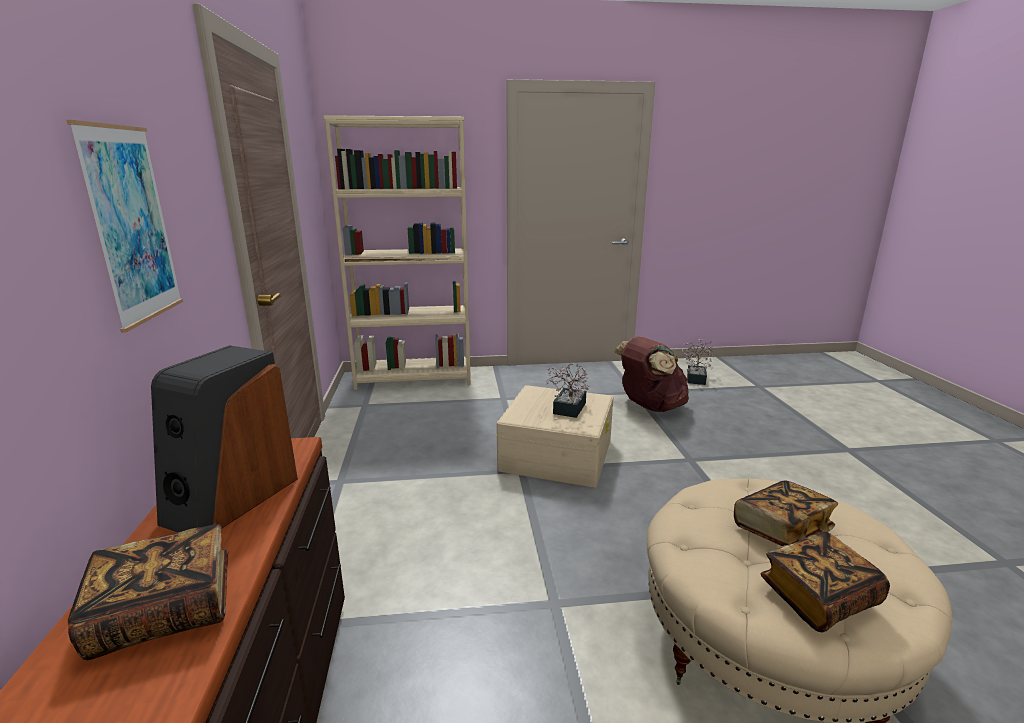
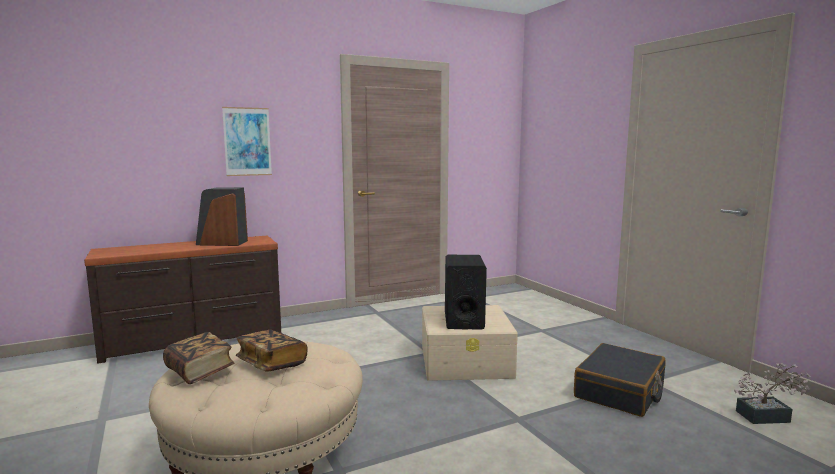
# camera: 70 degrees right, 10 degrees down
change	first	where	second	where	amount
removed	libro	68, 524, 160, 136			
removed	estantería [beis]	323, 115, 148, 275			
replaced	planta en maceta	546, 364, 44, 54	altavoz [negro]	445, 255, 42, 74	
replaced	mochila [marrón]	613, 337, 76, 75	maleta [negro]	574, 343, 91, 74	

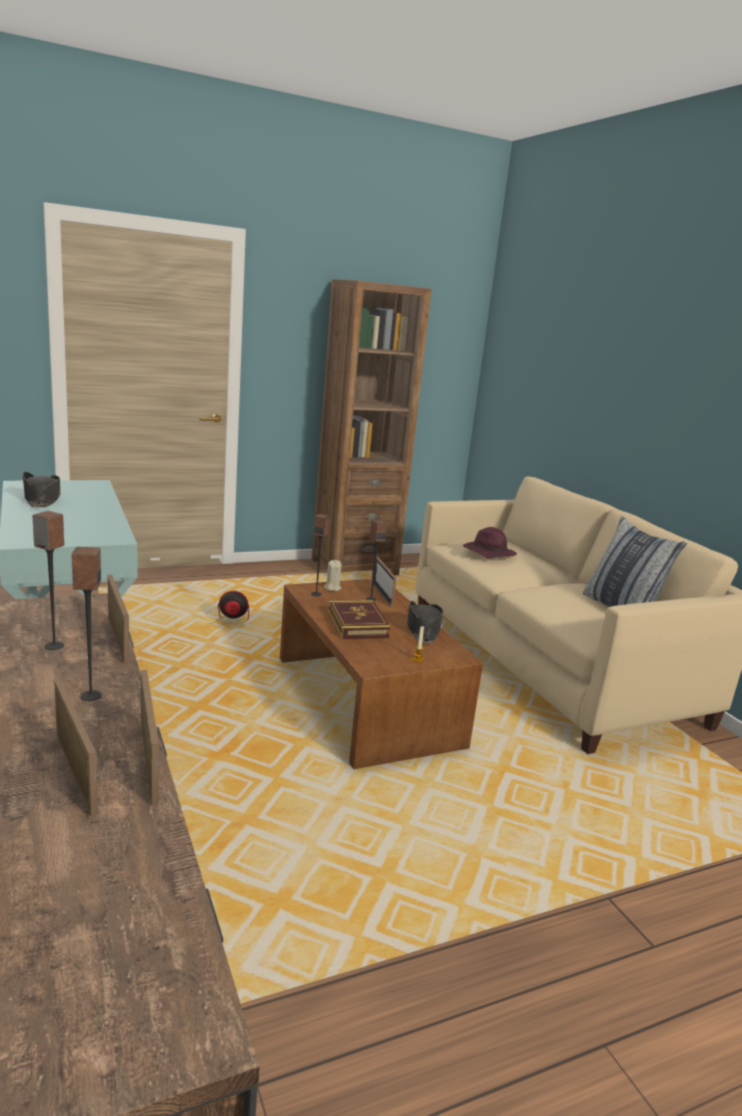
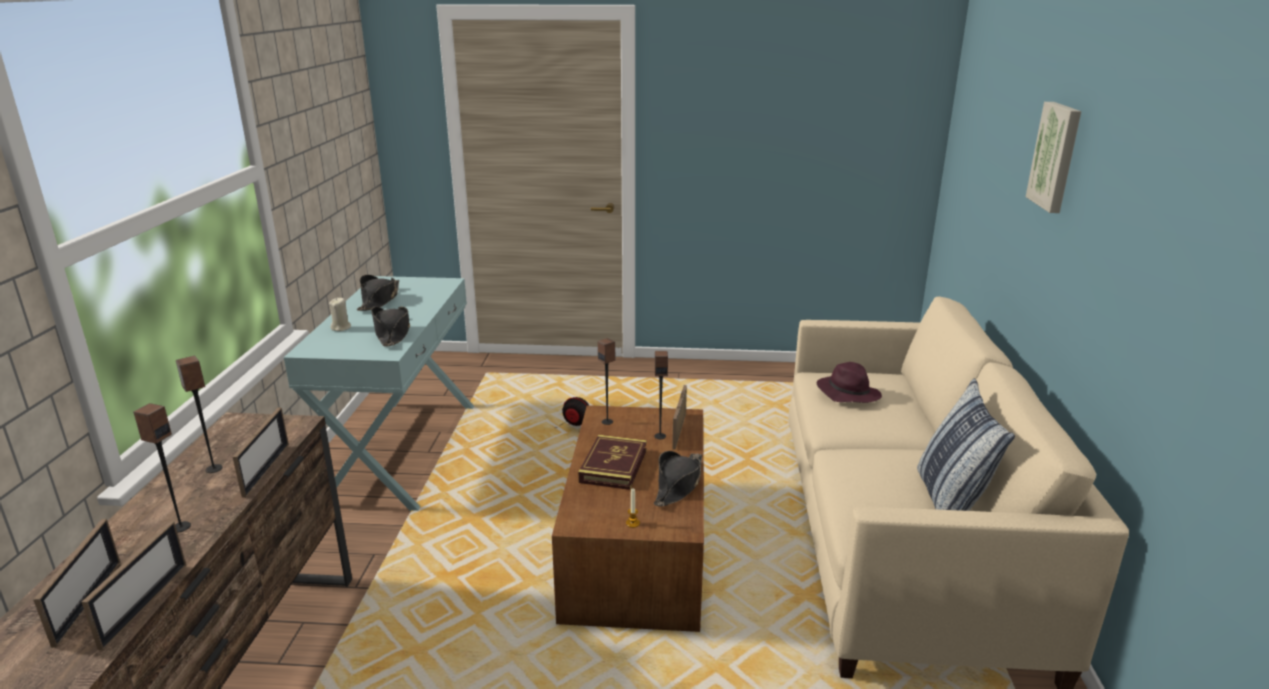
# camera: 30 degrees right, 5 degrees up
change	first	where	second	where	amount
removed	estantería [marrón]	312, 279, 120, 296			
moved	vela [beis]	324, 560, 18, 31		329, 298, 22, 33	
added			sombrero [negro]	371, 307, 39, 40	
added			cuadro	1026, 102, 55, 111	

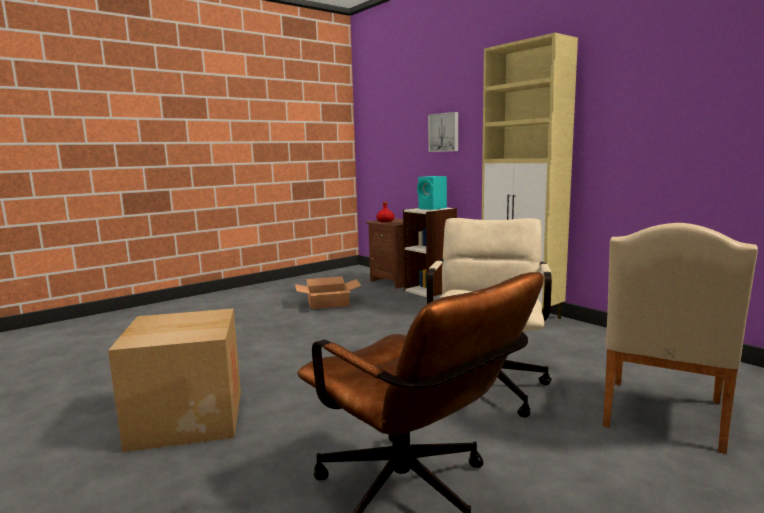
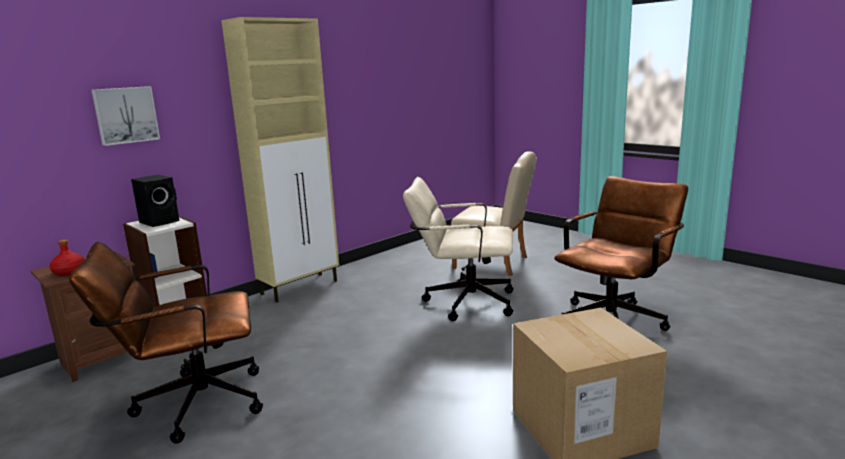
# camera: 95 degrees left, 5 degrees up
change	first	where	second	where	amount
replaced	caja de cartón	295, 276, 66, 33	silla de oficina [marrón]	69, 242, 194, 202	
recoloured	altavoz [turquesa]	417, 176, 30, 34	altavoz [negro]	131, 175, 48, 52	

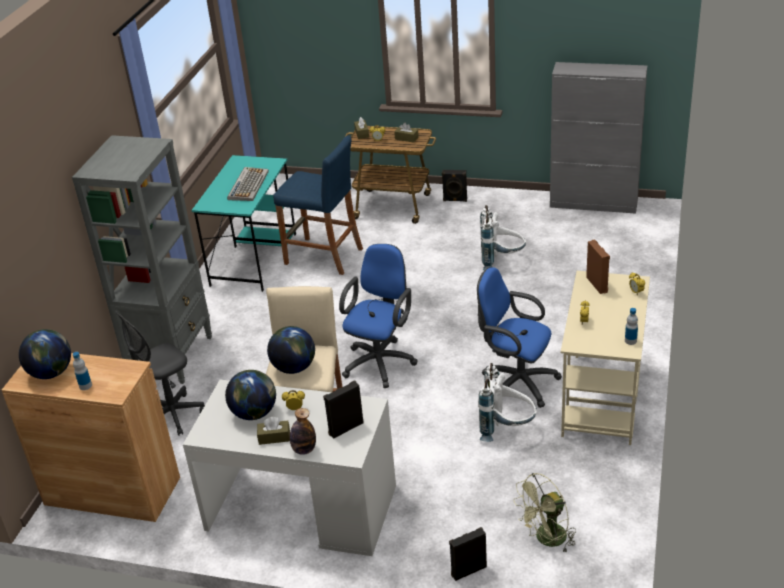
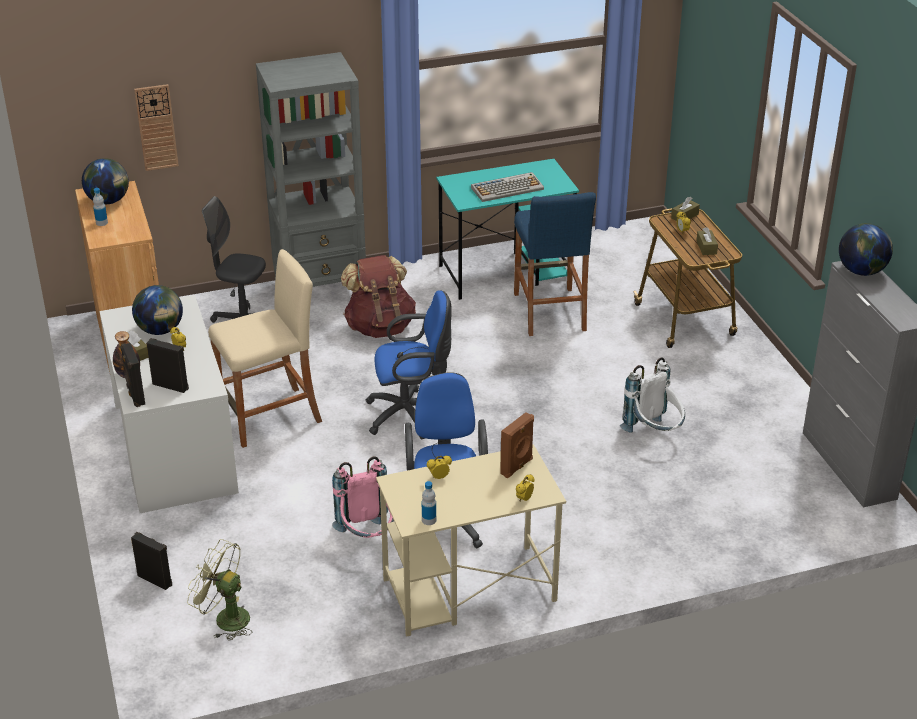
# camera: 55 degrees right, 0 degrees up
change	first	where	second	where	amount
moved	globo terráqueo	267, 326, 48, 48		839, 223, 54, 53	
moved	altavoz [negro]	442, 170, 25, 32		120, 343, 25, 64	
recoloured	mochila [blanco]	478, 363, 59, 79	mochila [rosa]	332, 456, 62, 82	
added			reloj de pared	134, 84, 45, 87	
added			mochila [marrón]	341, 255, 75, 83	

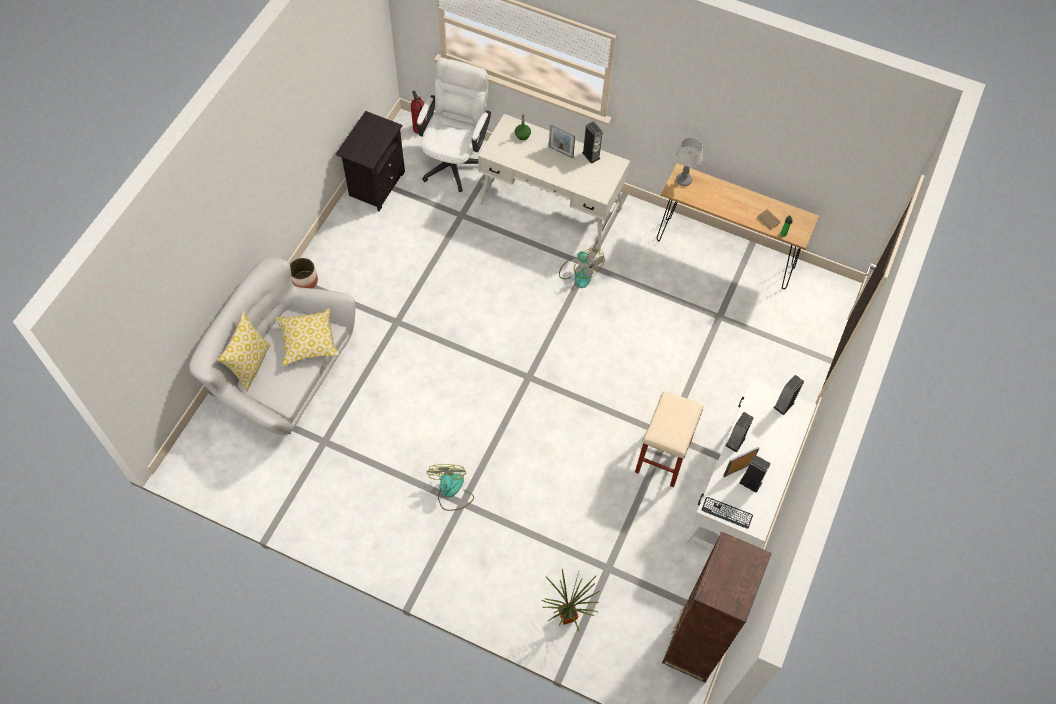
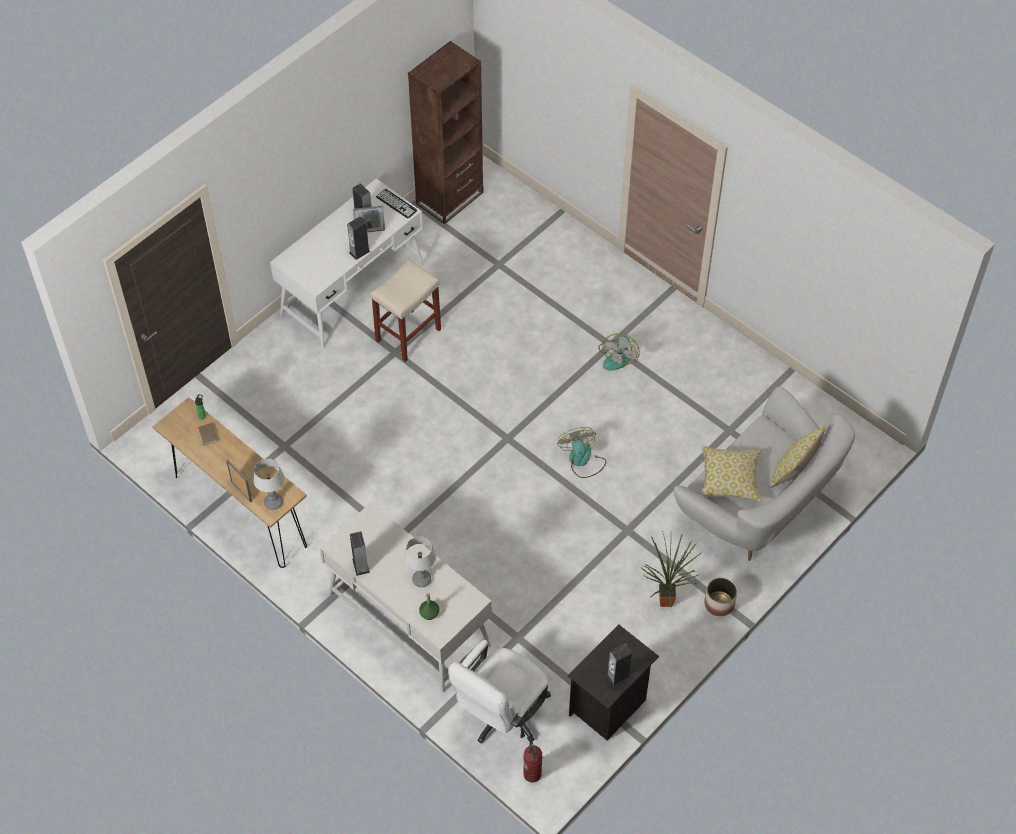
# camera: 160 degrees left, 5 degrees down
change	first	where	second	where	amount
moved	planta en maceta	542, 569, 57, 62		642, 531, 59, 76	
moved	portarretratos	549, 124, 26, 34		226, 459, 26, 43	
moved	ventilador	559, 248, 46, 40		557, 427, 50, 51	
moved	altavoz	773, 375, 31, 40		606, 644, 26, 42	
added			lámpara de mesa	404, 536, 32, 51	

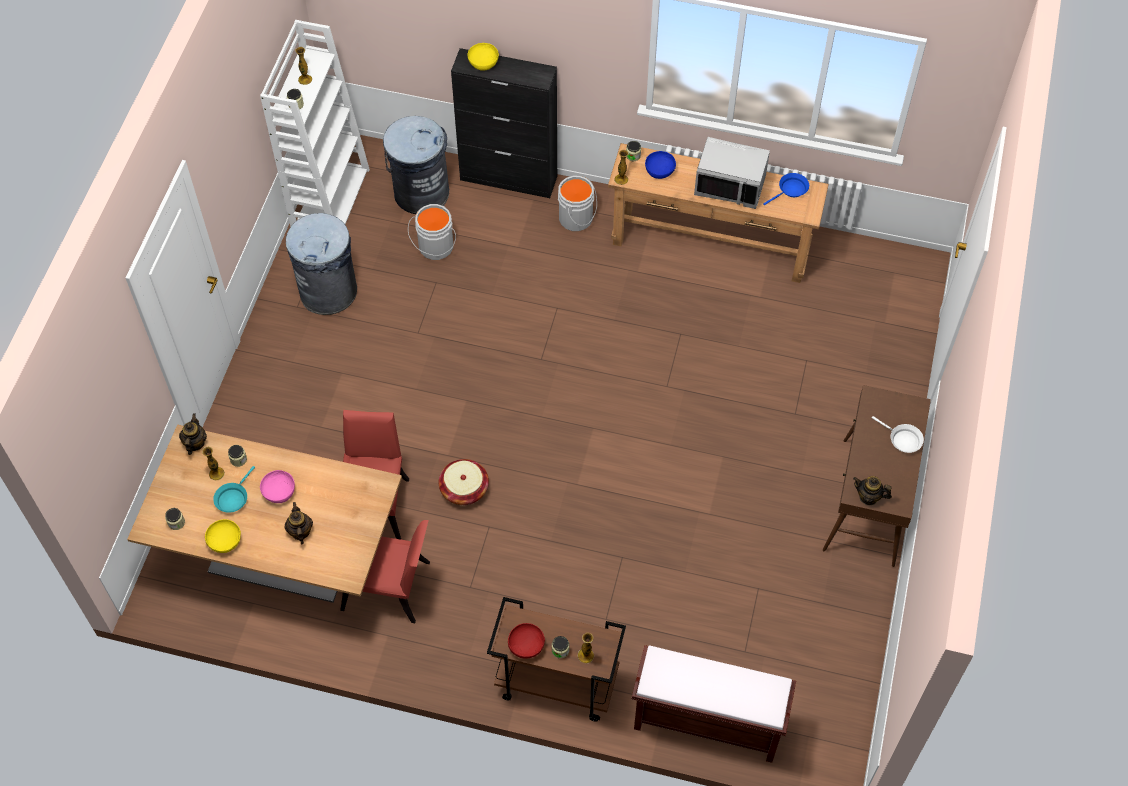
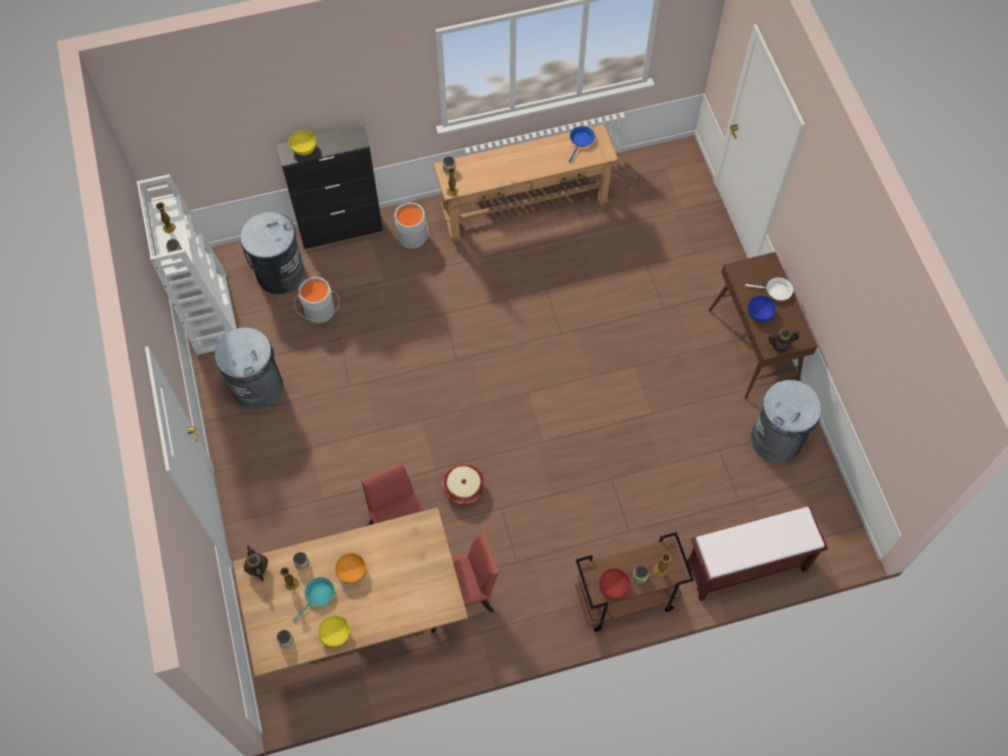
# camera: 30 degrees left, 5 degrees up
change	first	where	second	where	amount
turned	sartén [turquesa]	213, 466, 42, 47		292, 577, 43, 44	135 degrees counterclockwise
recoloured	cuenco [rosa]	260, 470, 35, 33	cuenco [naranja]	335, 553, 31, 30	
removed	tetera	284, 502, 29, 42			
moved	cuenco [azul]	645, 151, 31, 28		748, 296, 28, 26	
removed	microondas [gris]	694, 137, 76, 72			
added			papelera [gris]	750, 380, 72, 83	

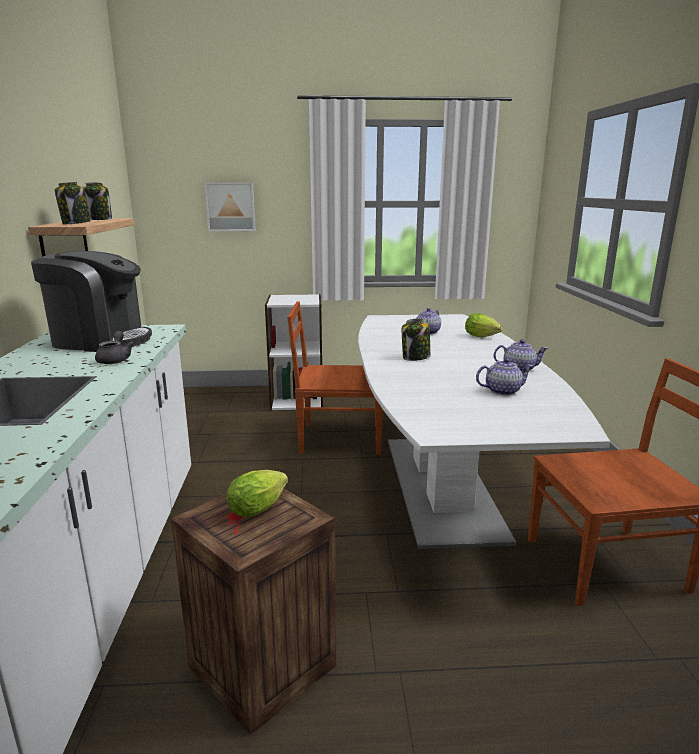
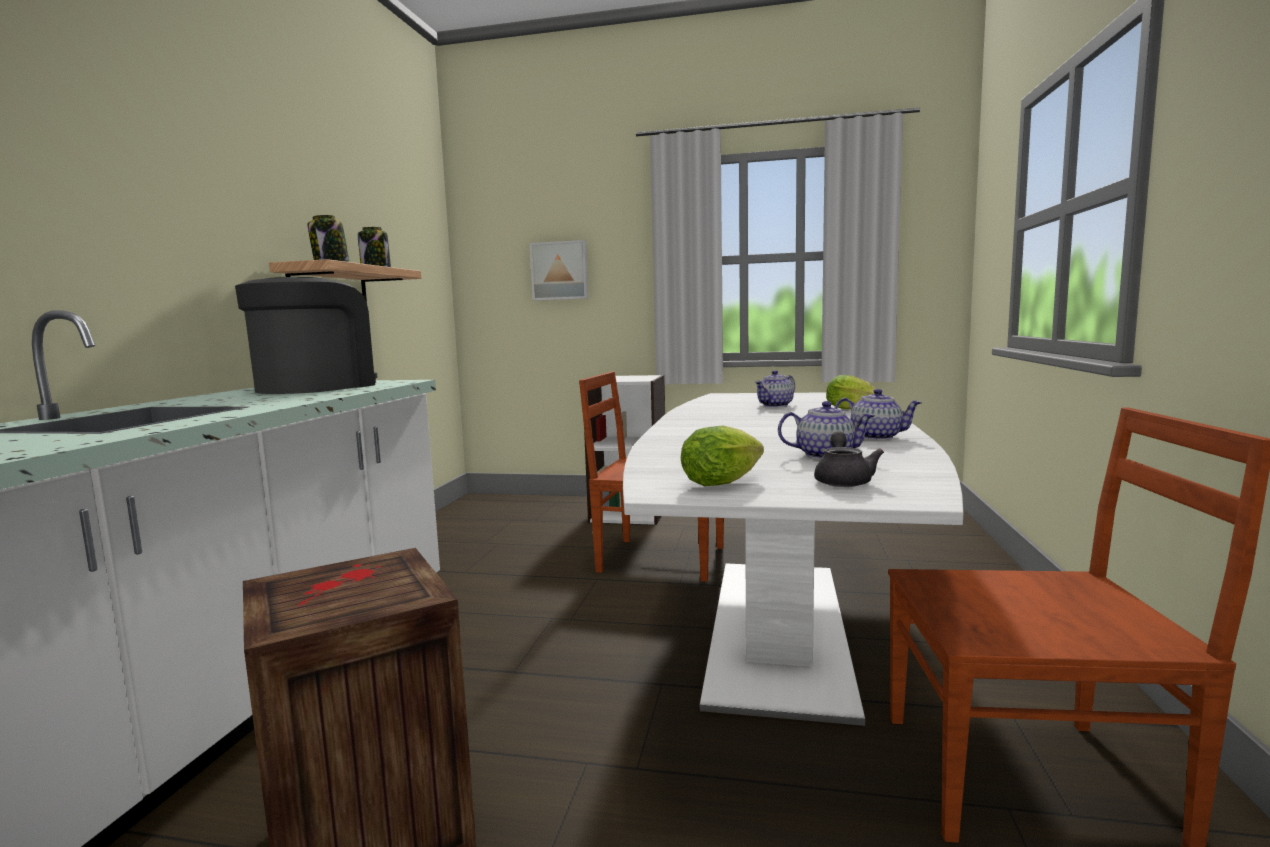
# camera: 15 degrees right, 10 degrees down
change	first	where	second	where	amount
turned	cafetera	31, 251, 121, 101		235, 277, 143, 117	90 degrees counterclockwise
moved	tetera [gris]	95, 331, 39, 33		814, 432, 70, 55	
moved	lechuga	227, 470, 61, 47		681, 426, 83, 60	
removed	tarro	402, 319, 29, 42			

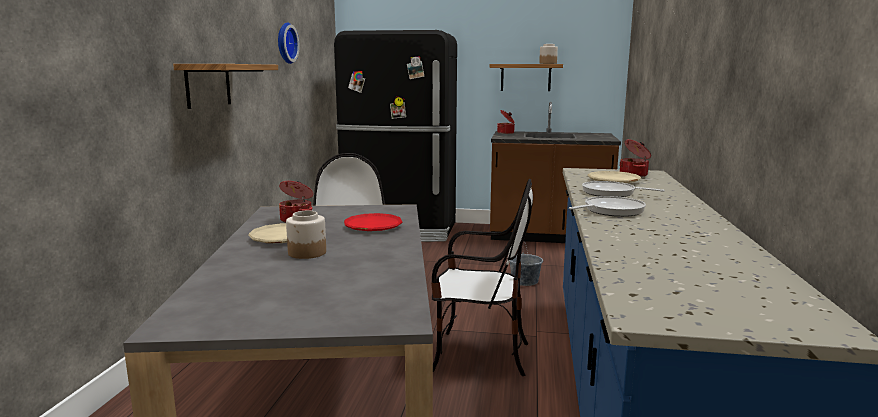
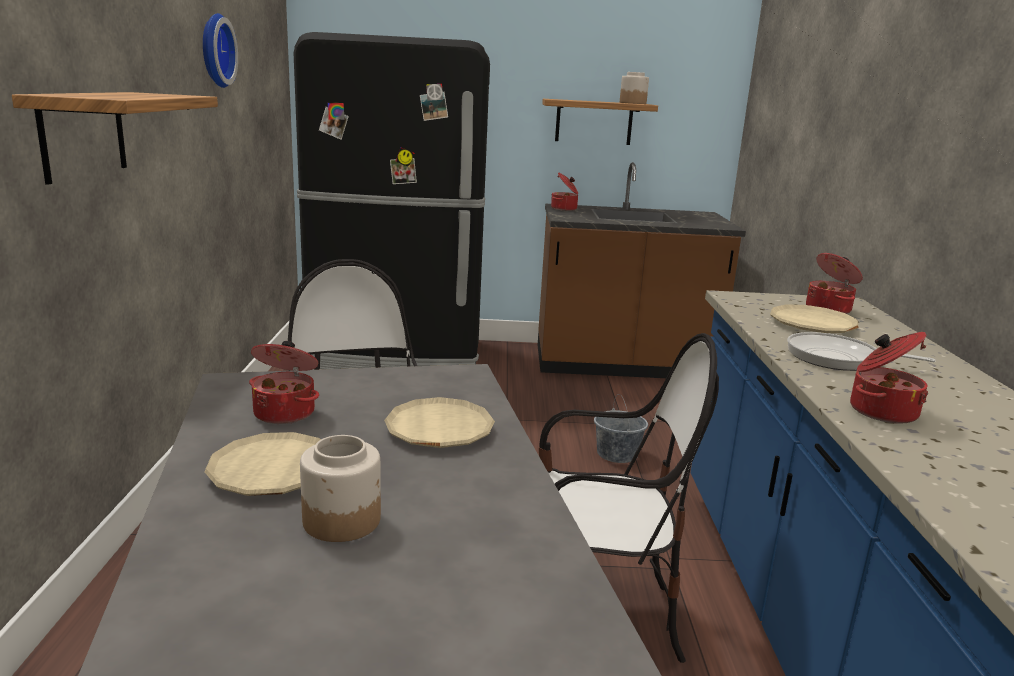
# camera: 10 degrees left, 5 degrees up
change	first	where	second	where	amount
recoloured	plato [rojo]	344, 213, 58, 18	plato [beis]	384, 397, 111, 51	
replaced	sartén	569, 196, 77, 21	olla	850, 332, 78, 92	

